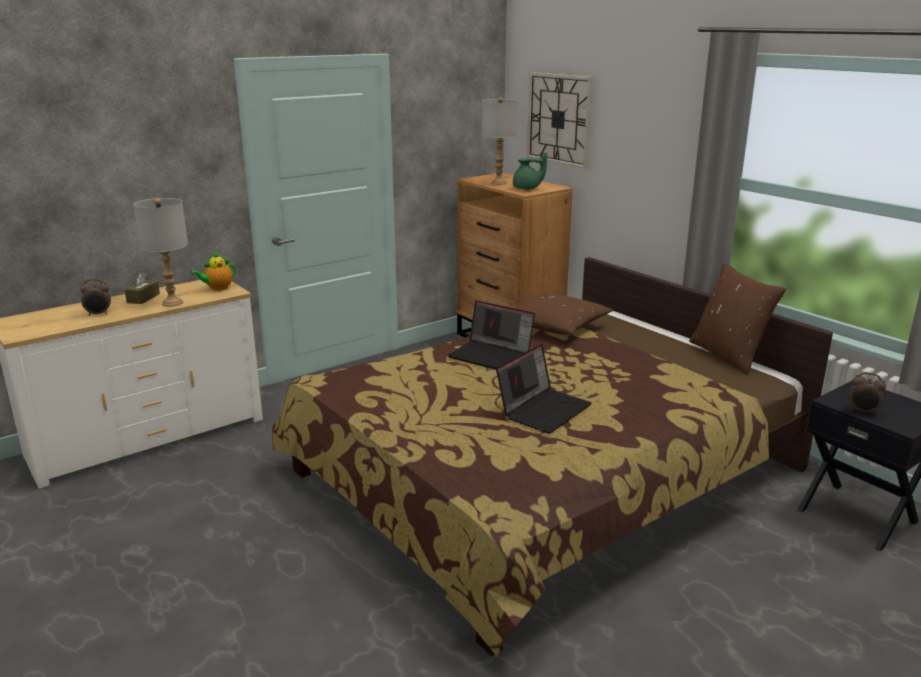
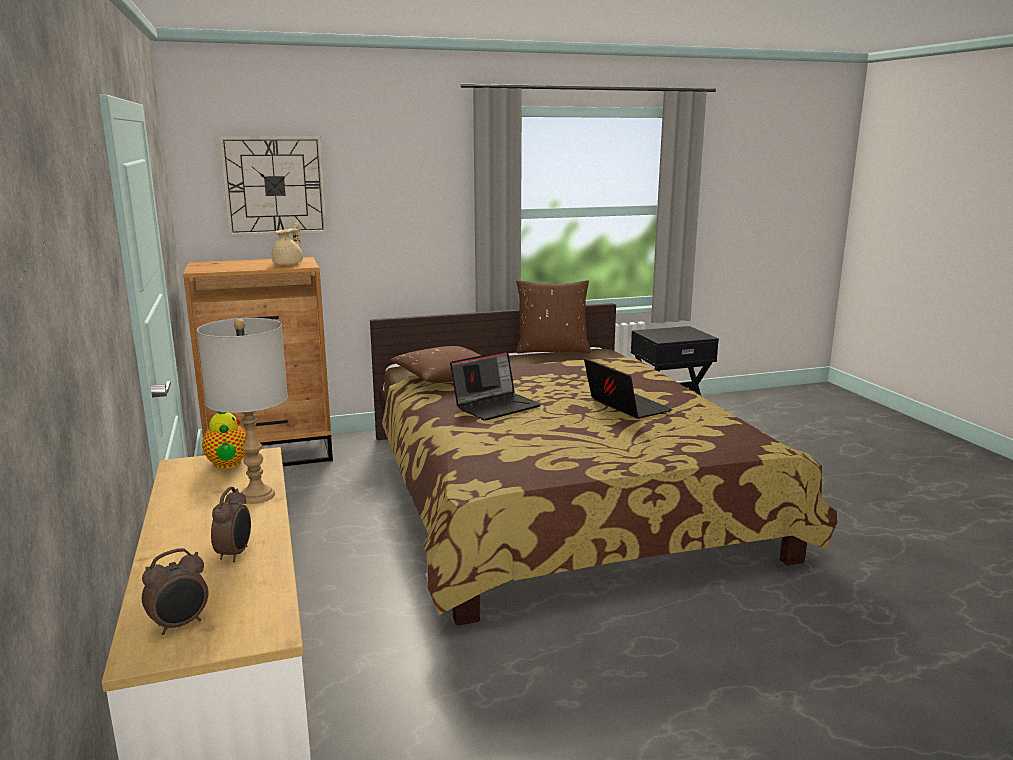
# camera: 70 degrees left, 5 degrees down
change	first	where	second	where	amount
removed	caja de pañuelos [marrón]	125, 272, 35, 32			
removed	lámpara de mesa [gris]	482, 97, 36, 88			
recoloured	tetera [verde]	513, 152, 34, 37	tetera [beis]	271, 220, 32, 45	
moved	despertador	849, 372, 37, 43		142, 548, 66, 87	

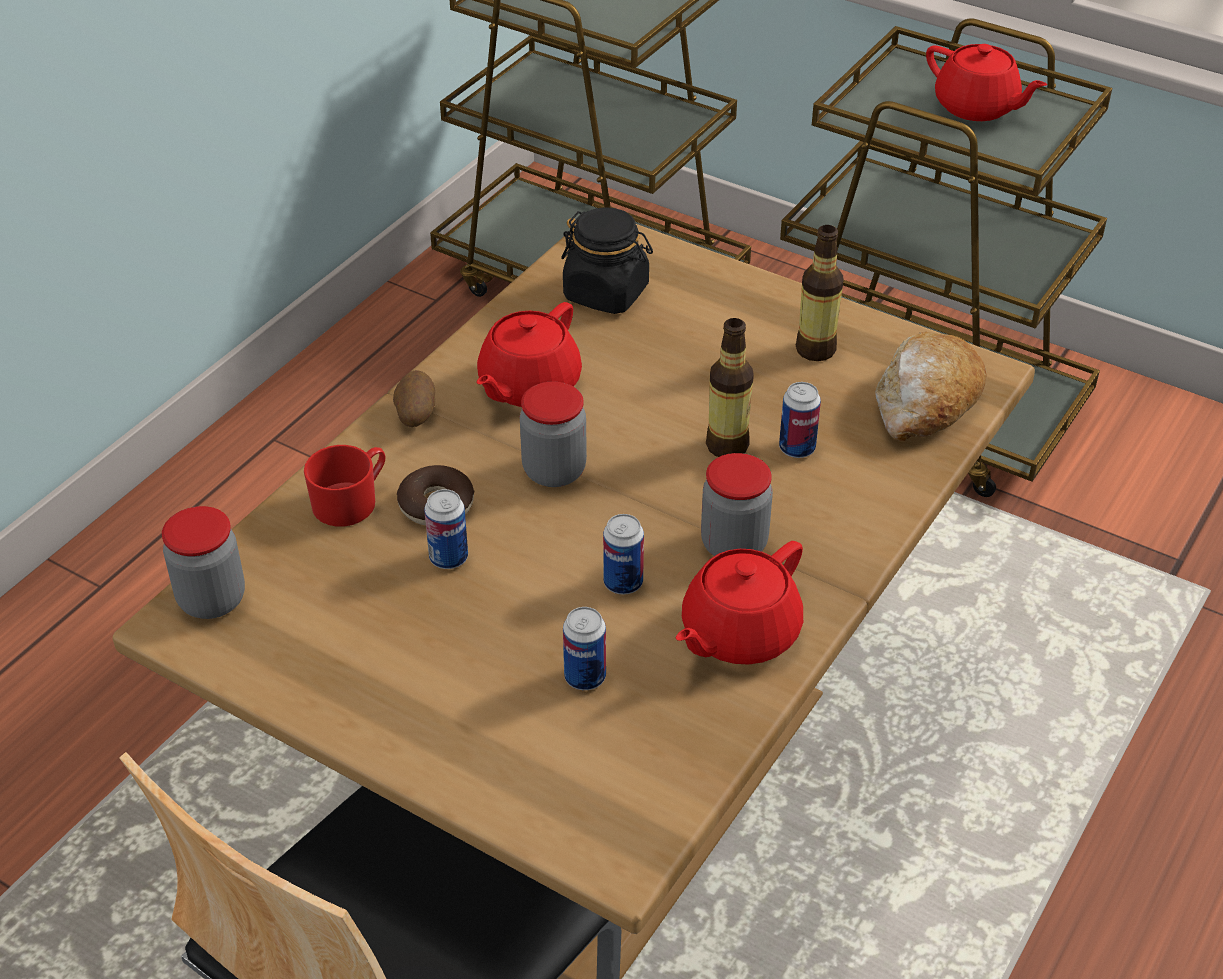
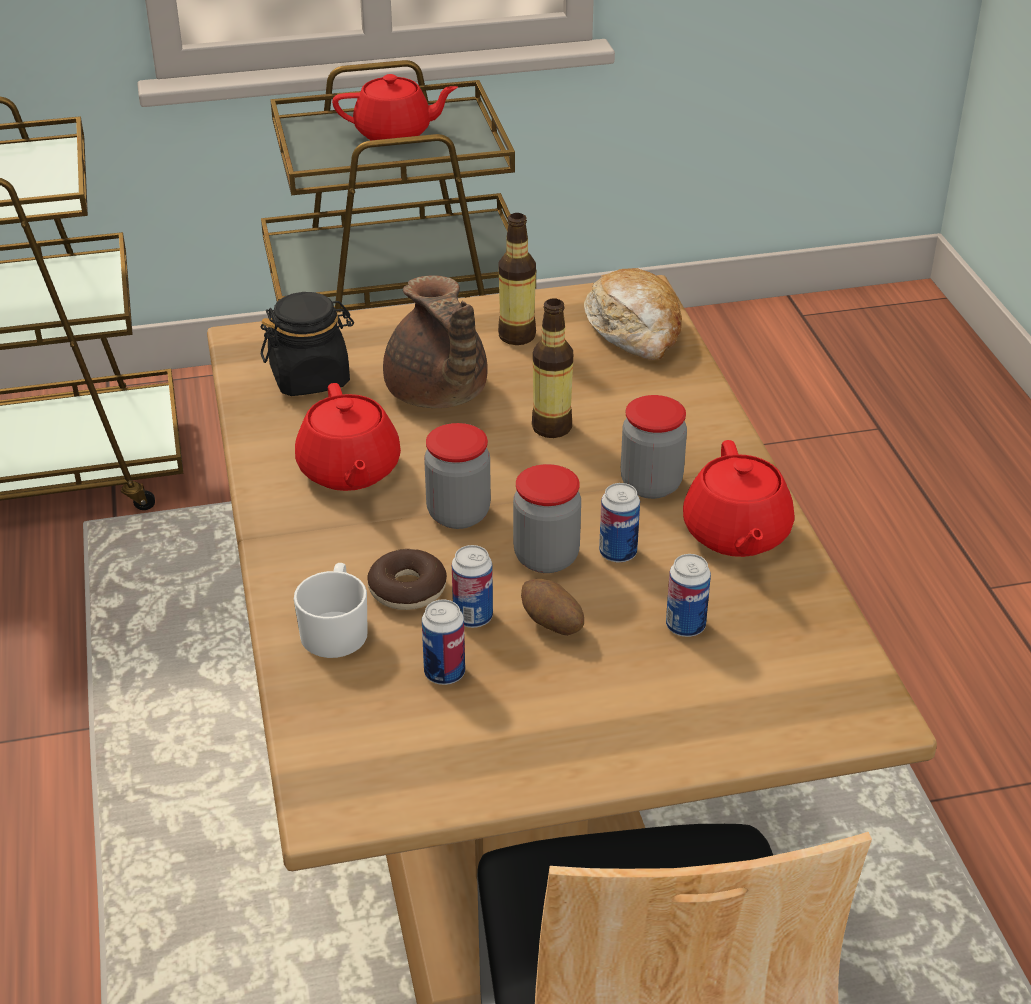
# camera: 45 degrees left, 5 degrees down
change	first	where	second	where	amount
moved	tarro	162, 506, 83, 113		513, 464, 68, 109	
recoloured	taza grande [rojo]	304, 445, 81, 82	taza grande [blanco]	294, 563, 74, 95	
moved	patata	393, 370, 42, 57		521, 579, 63, 57	
moved	lata	779, 382, 42, 76		422, 599, 43, 86	
added			tetera [marrón]	383, 275, 105, 133	

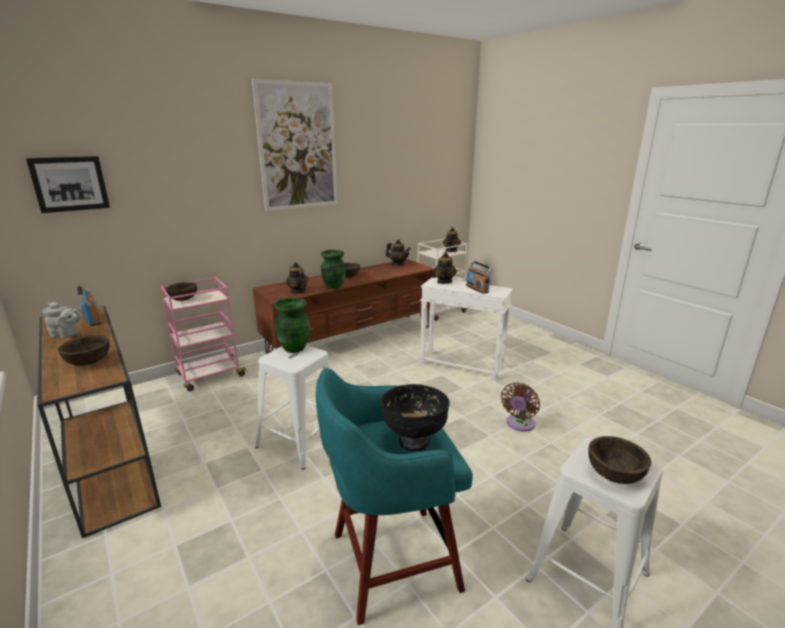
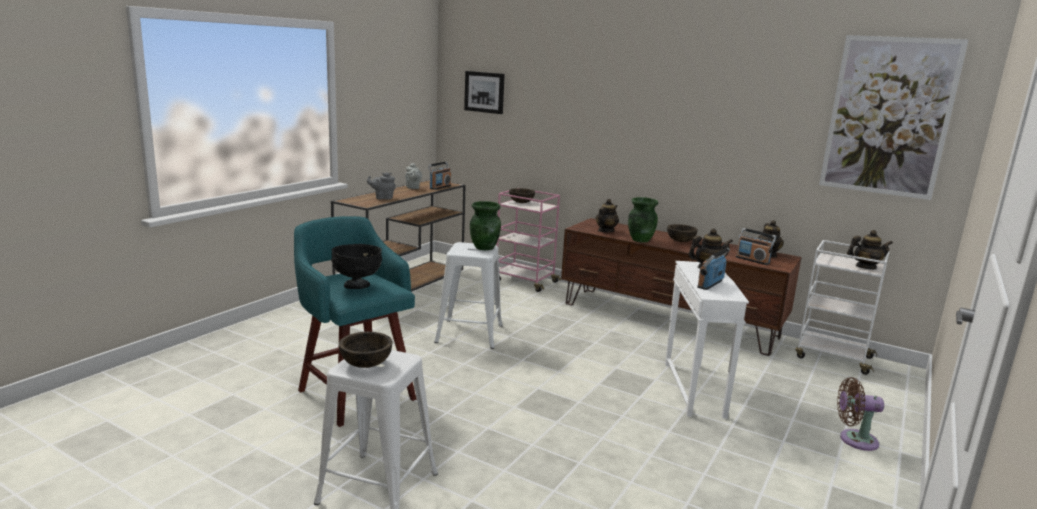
# camera: 65 degrees right, 5 degrees down
change	first	where	second	where	amount
replaced	cuenco [marrón]	58, 335, 52, 31	tetera [gris]	367, 172, 29, 27	
moved	cuadro	252, 79, 85, 132		819, 35, 150, 165	
moved	ventilador [marrón]	501, 382, 39, 50		837, 377, 47, 74	
added			radio	736, 228, 40, 37	

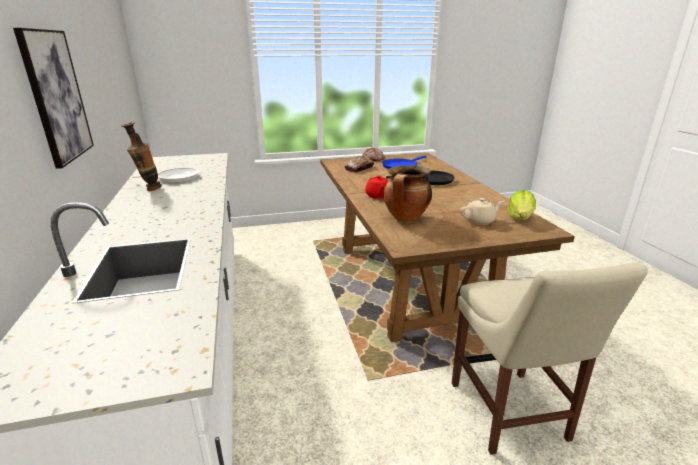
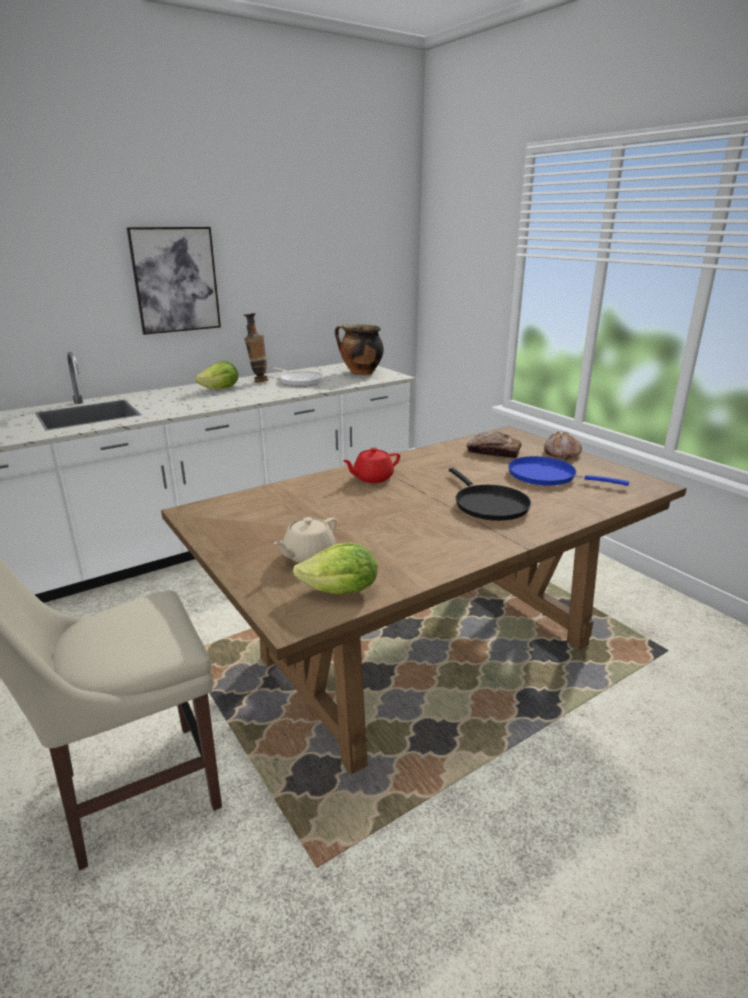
# camera: 70 degrees right, 0 degrees up
change	first	where	second	where	amount
moved	olla	383, 165, 49, 57		335, 324, 49, 51	
turned	tetera [beis]	460, 198, 44, 27		274, 517, 63, 46	75 degrees clockwise
added			lechuga	195, 361, 43, 28	

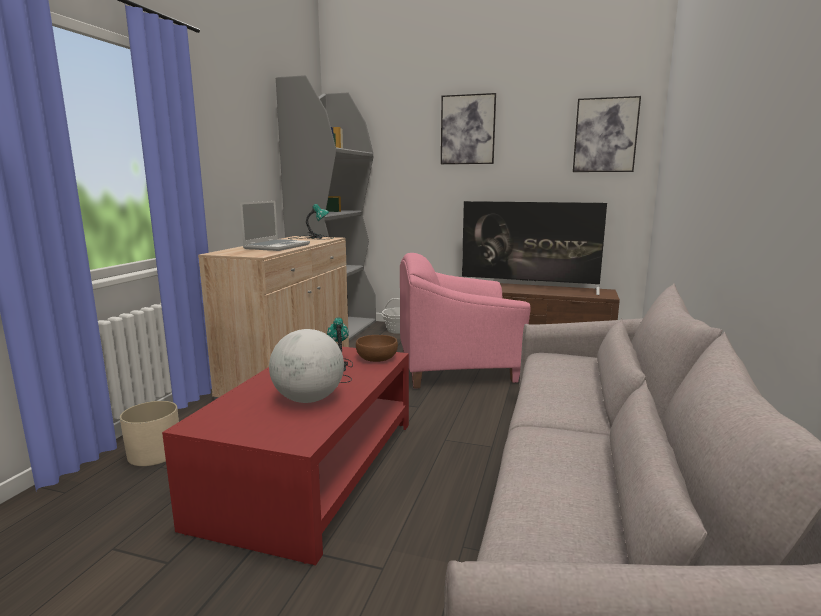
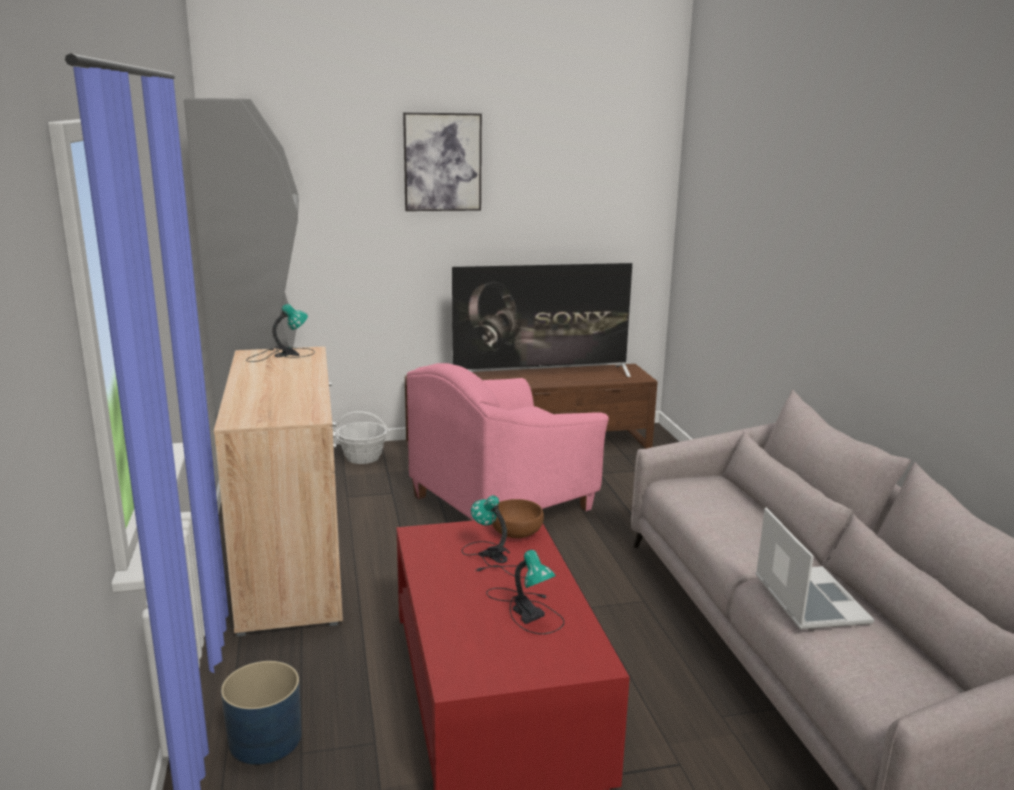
# camera: 30 degrees left, 5 degrees up
change	first	where	second	where	amount
recoloured	maceta [beis]	120, 401, 59, 65	maceta [azul]	221, 661, 81, 104	
moved	portátil	240, 201, 70, 50		756, 507, 118, 123	
replaced	globo terráqueo	269, 329, 75, 74	lámpara de mesa	486, 550, 78, 84	
removed	cuadro	573, 96, 68, 76			

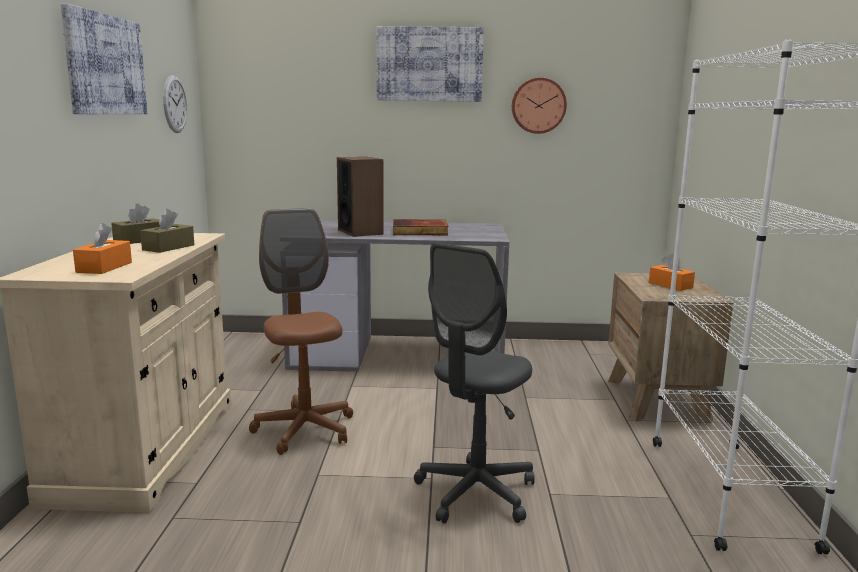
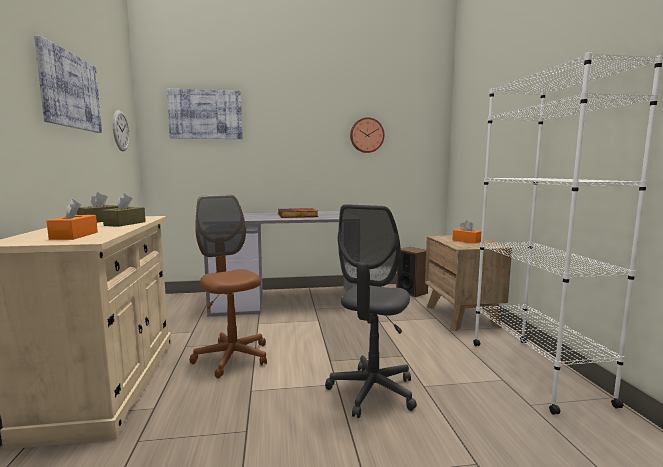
# camera: 10 degrees left, 5 degrees down
change	first	where	second	where	amount
moved	altavoz	337, 157, 47, 80		396, 247, 32, 50	
moved	cuadro	376, 26, 108, 76		167, 89, 76, 50	

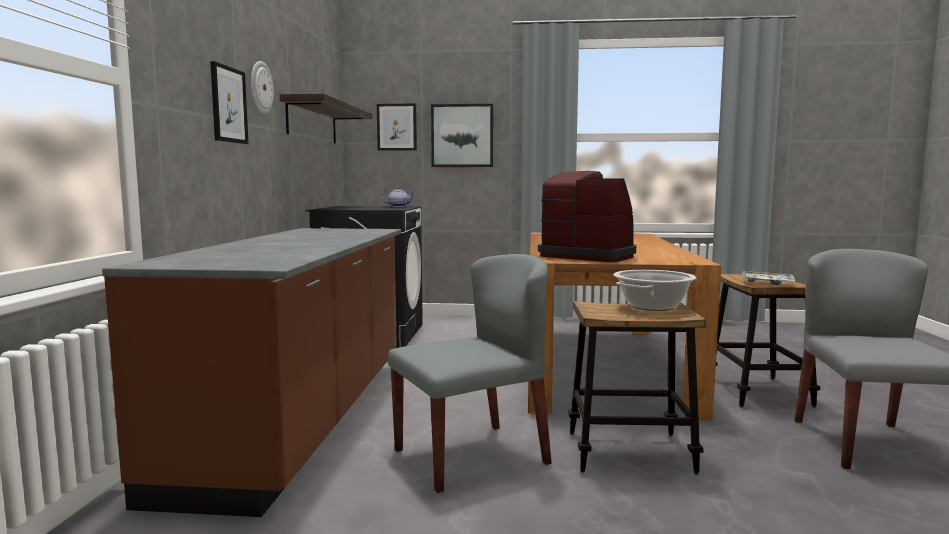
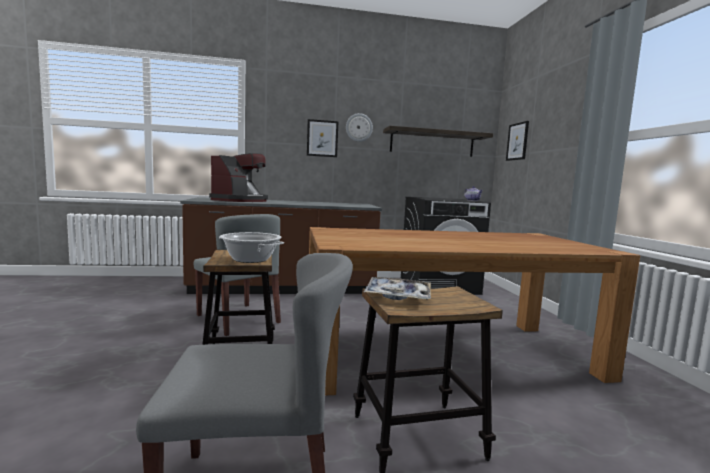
# camera: 75 degrees right, 0 degrees up
change	first	where	second	where	amount
removed	cuadro	431, 104, 62, 63			
moved	cafetera	538, 171, 98, 91		209, 153, 59, 49	

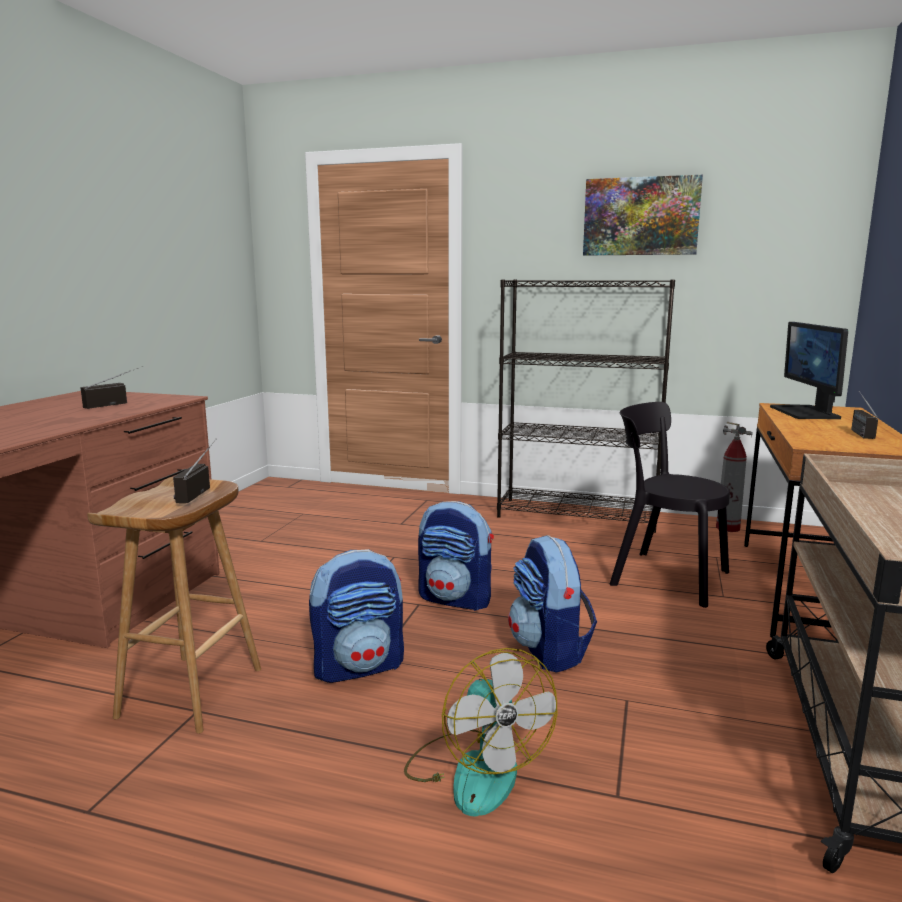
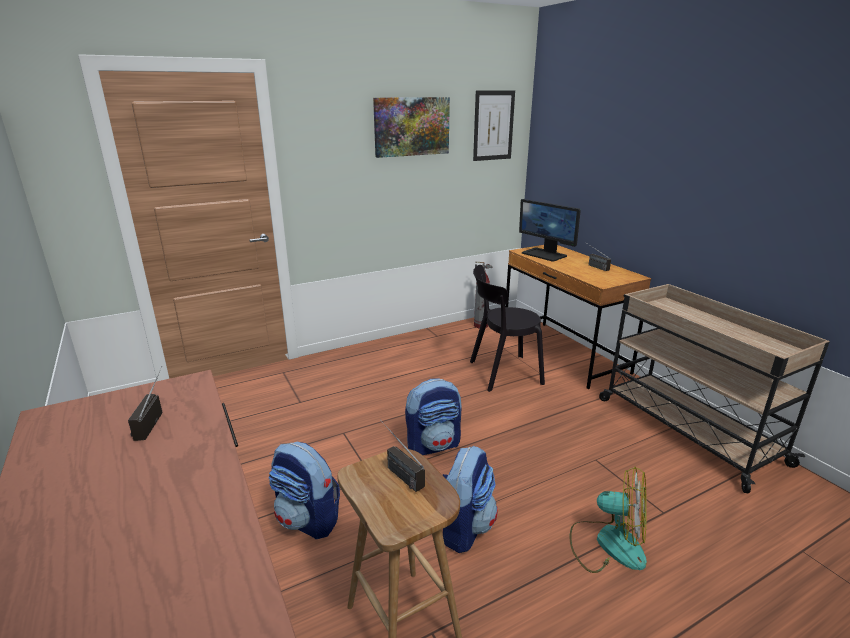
# camera: 45 degrees left, 10 degrees up
change	first	where	second	where	amount
removed	estantería [negro]	497, 279, 178, 254			
moved	mochila	508, 535, 89, 138		269, 442, 71, 97	
added			cuadro	473, 90, 42, 71	

